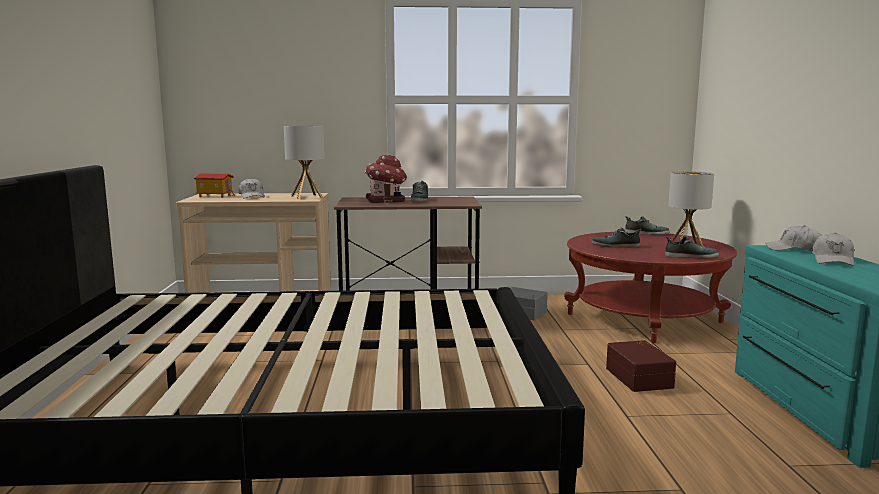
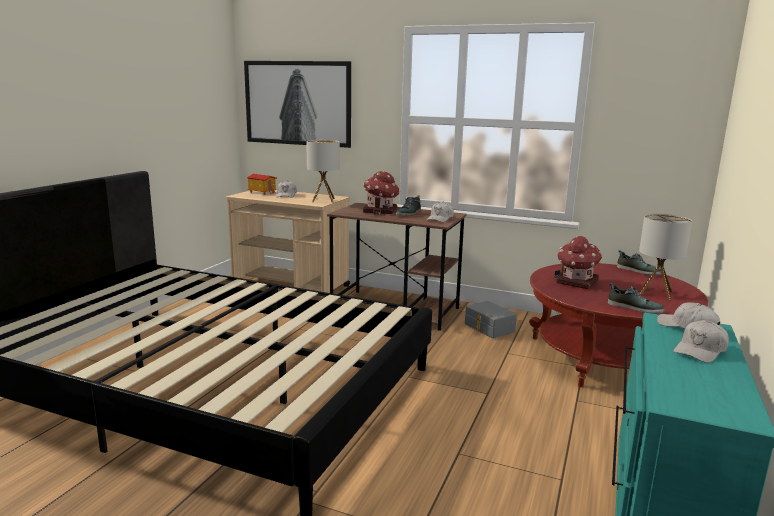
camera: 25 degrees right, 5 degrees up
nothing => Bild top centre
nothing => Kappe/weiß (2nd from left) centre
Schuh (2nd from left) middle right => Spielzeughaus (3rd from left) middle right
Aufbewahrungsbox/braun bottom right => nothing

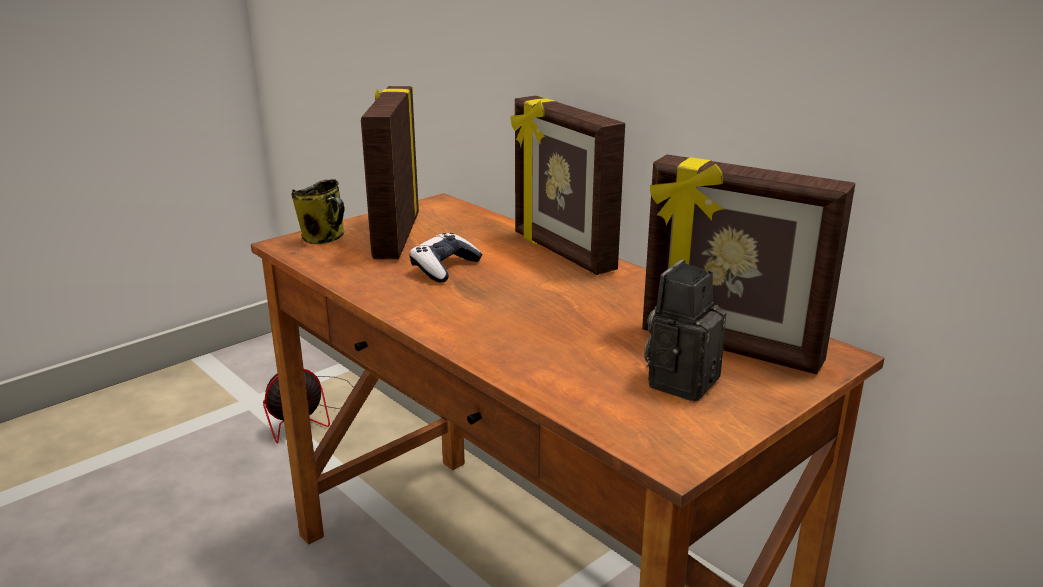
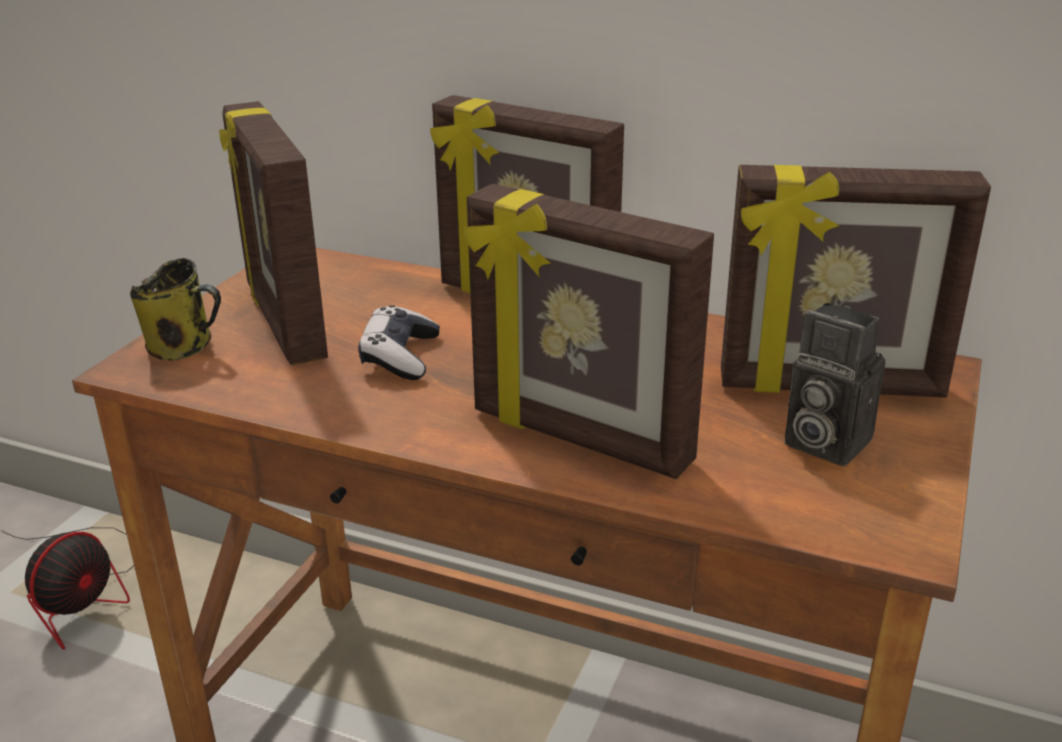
camera: 25 degrees left, 5 degrees up
nothing => Bilderrahmen (3rd from left) centre
Kamera centre => Kamera middle right, 60 degrees counterclockwise

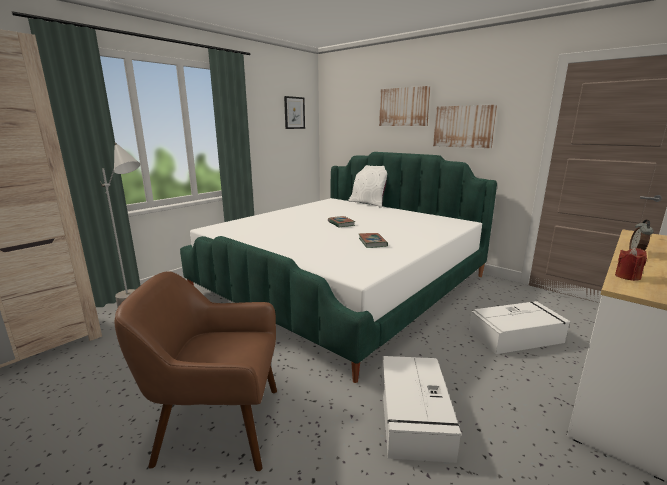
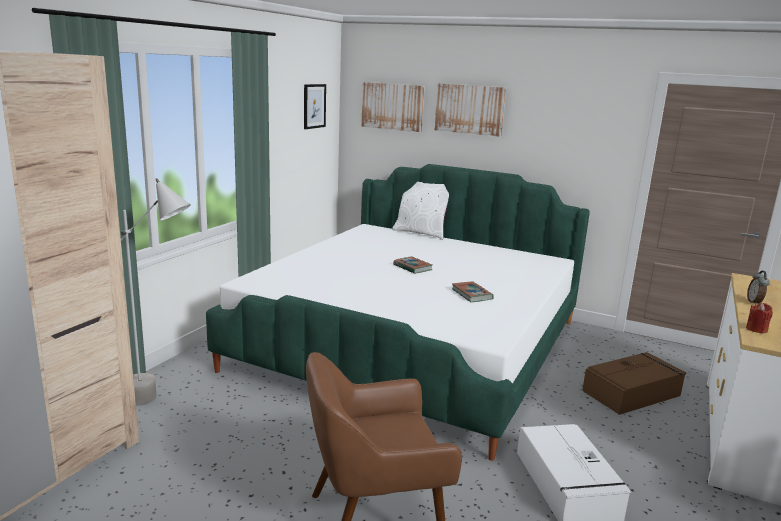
camera: 15 degrees left, 0 degrees up
Bild (3rd from left in the first image) top right => Bild (2nd from left) top centre, moved
Aufbewahrungsbox/weiß (2nd from left) bottom right => Aufbewahrungsbox/braun bottom right

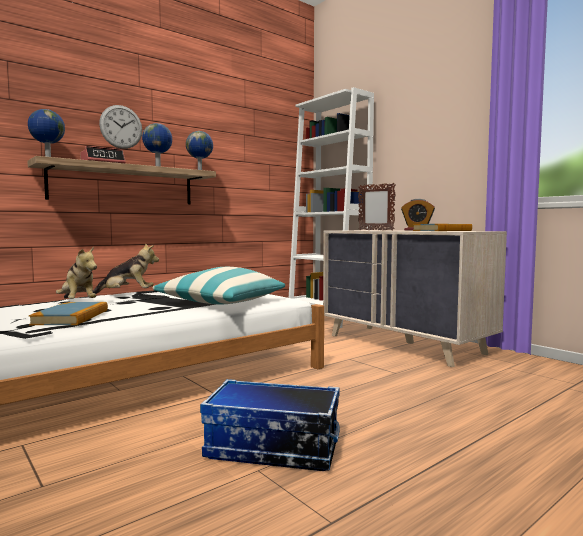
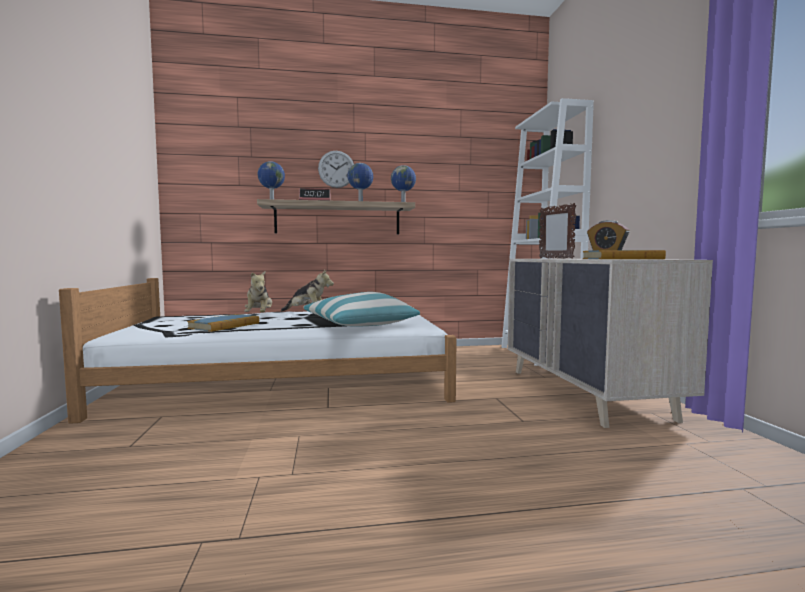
camera: 30 degrees right, 0 degrees up
Aufbewahrungsbox bottom centre => nothing

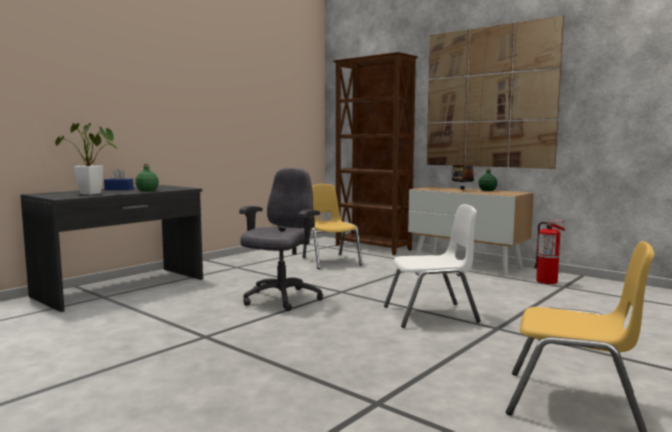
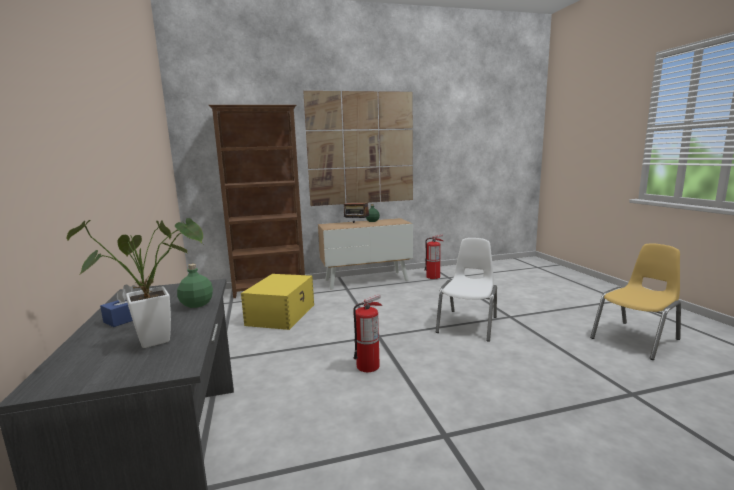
camera: 55 degrees left, 5 degrees up
Stuhl/gelb (1st from left) centre => Aufbewahrungsbox/gelb centre
Bürostuhl/grau centre => Feuerlöscher (1st from left) bottom centre

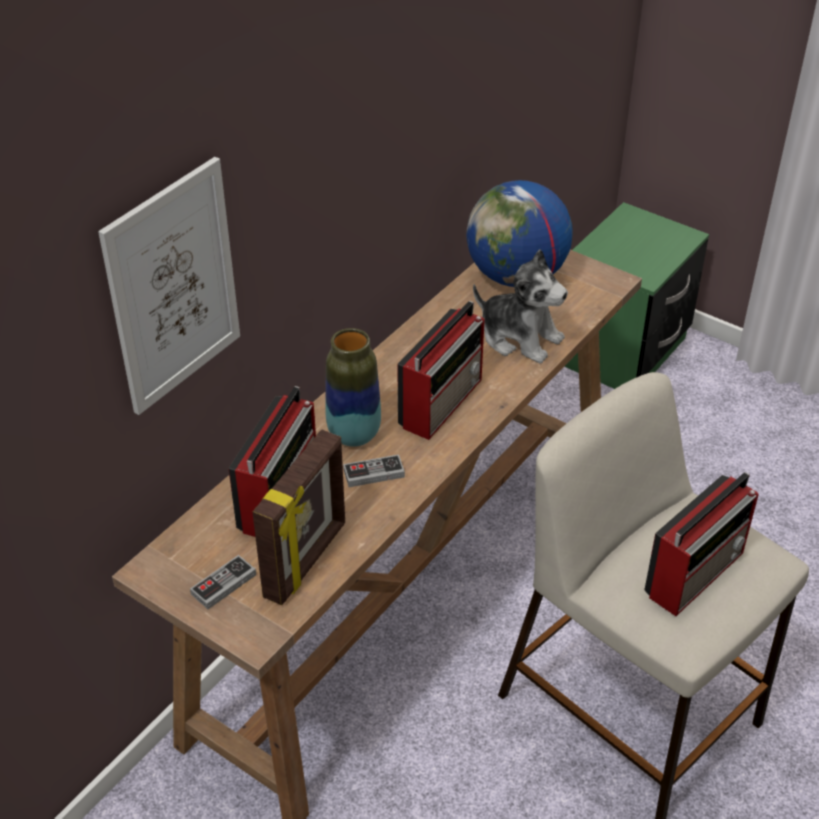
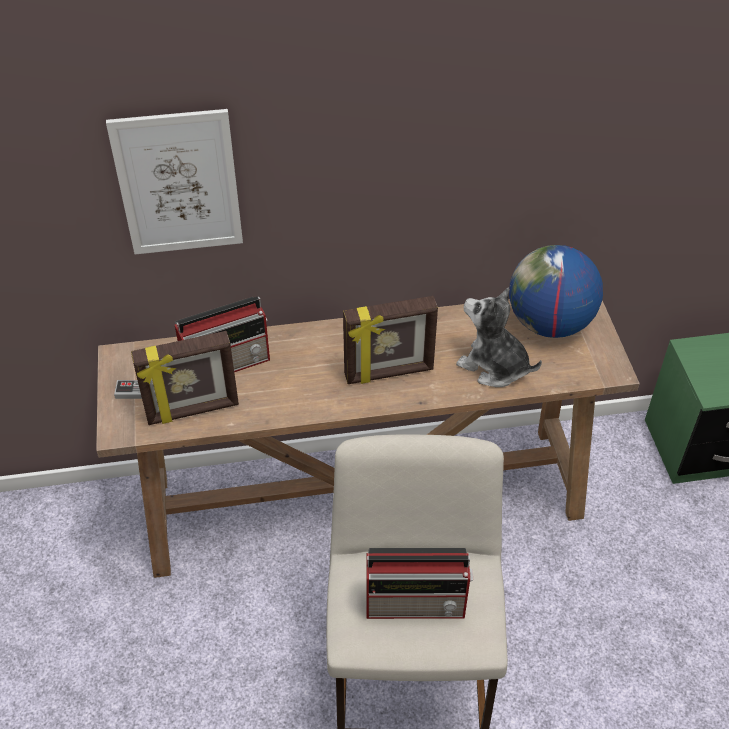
camera: 45 degrees right, 5 degrees up
Radio (2nd from left) centre => Bilderrahmen (2nd from left) centre
Plüschtier centre => Plüschtier middle right, 135 degrees clockwise
Vase centre => nothing
Gamepad (2nd from left) centre => nothing

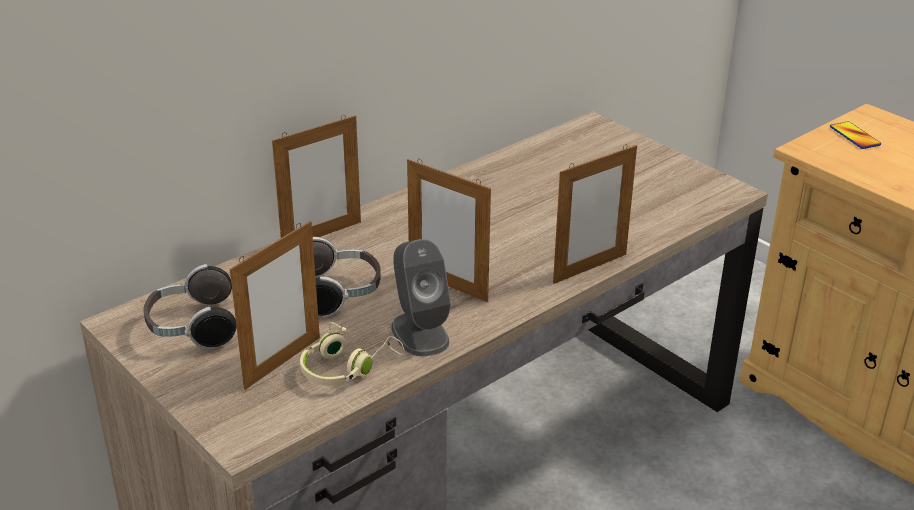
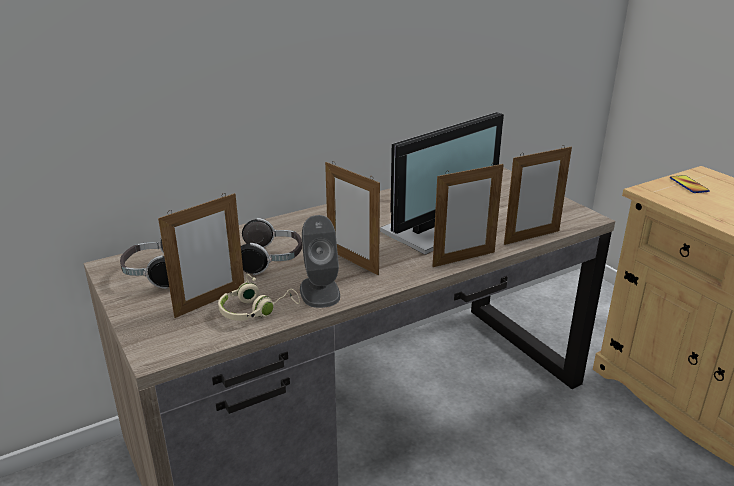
camera: 10 degrees right, 5 degrees down
nothing => Monitor centre
Bilderrahmen (2nd from left in the first image) centre => Bilderrahmen (4th from left) middle right, moved

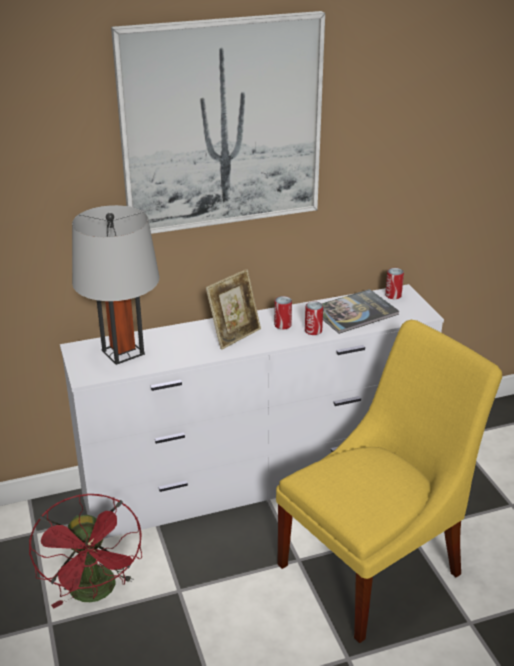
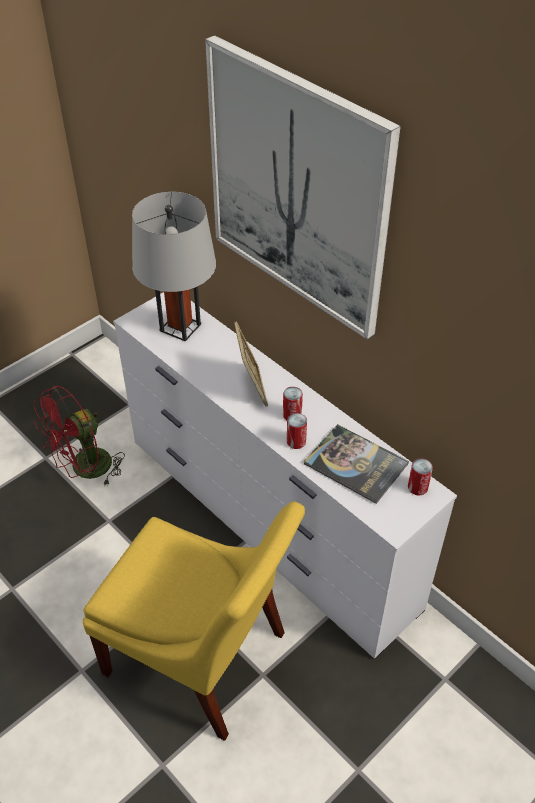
camera: 65 degrees right, 15 degrees up
Bilderrahmen centre, 120 degrees counterclockwise

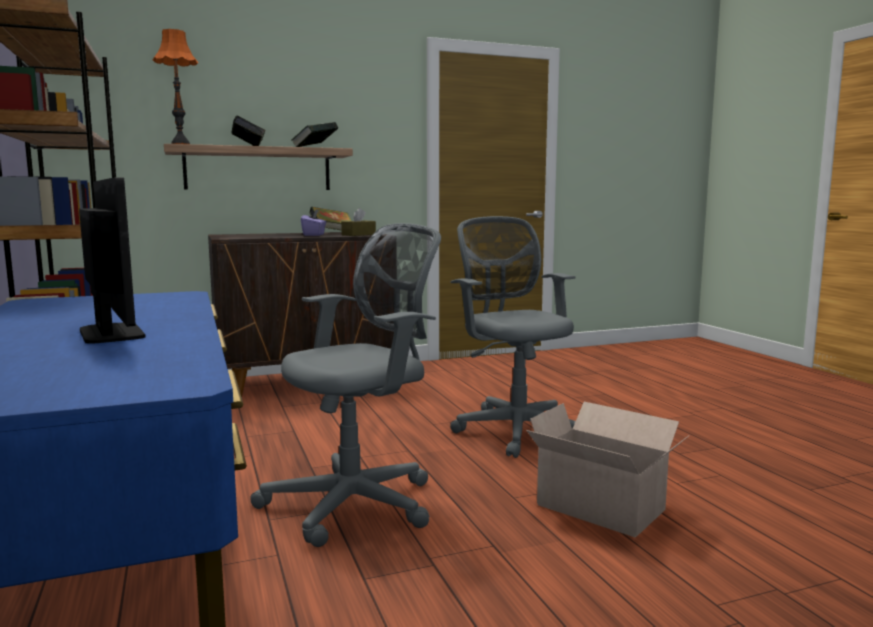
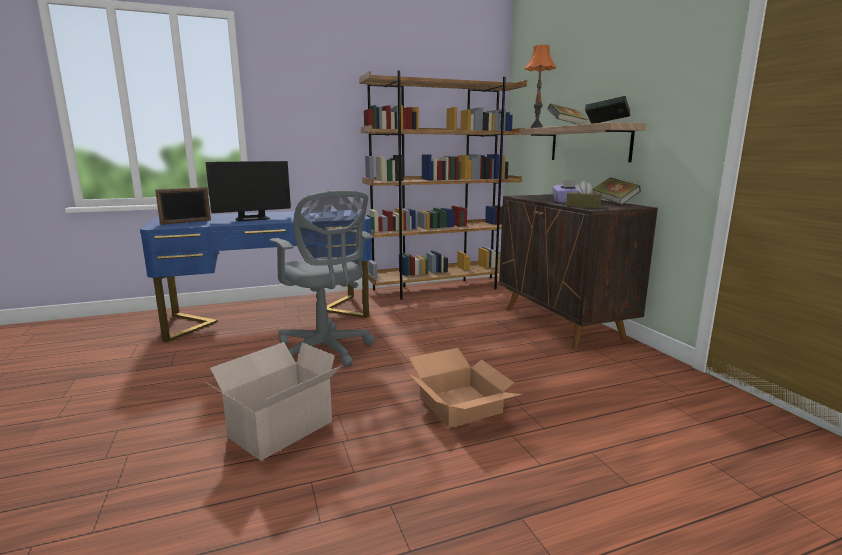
camera: 90 degrees right, 5 degrees up
nothing => Bilderrahmen middle left
Bürostuhl/grau (2nd from left) centre => Karton (2nd from left) bottom centre

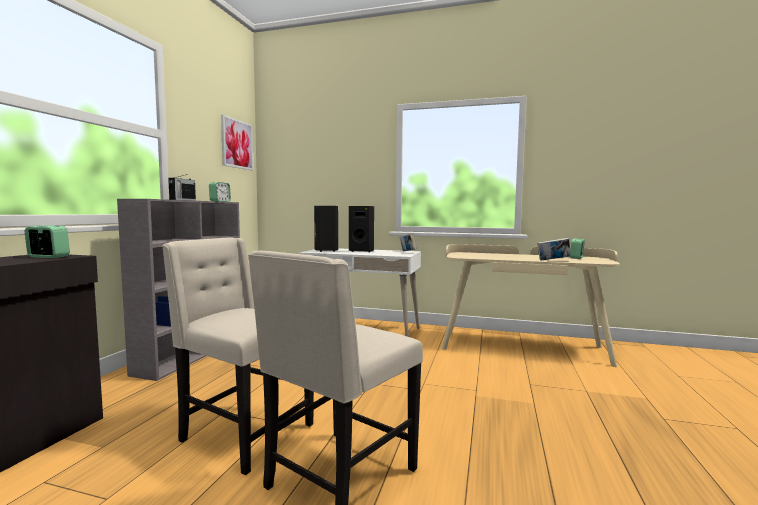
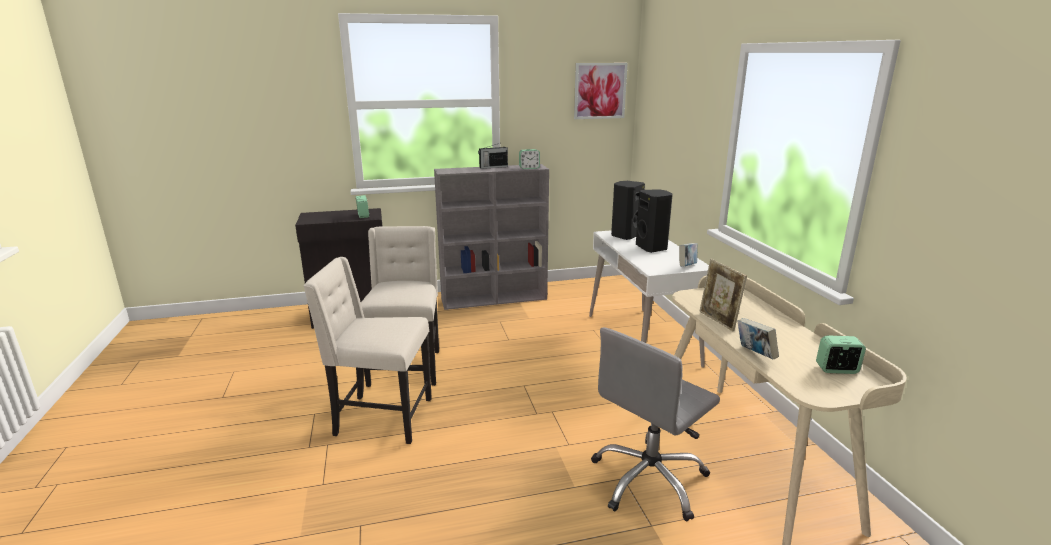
camera: 60 degrees right, 15 degrees up
nothing => Bürostuhl/grau bottom centre
nothing => Bilderrahmen middle right

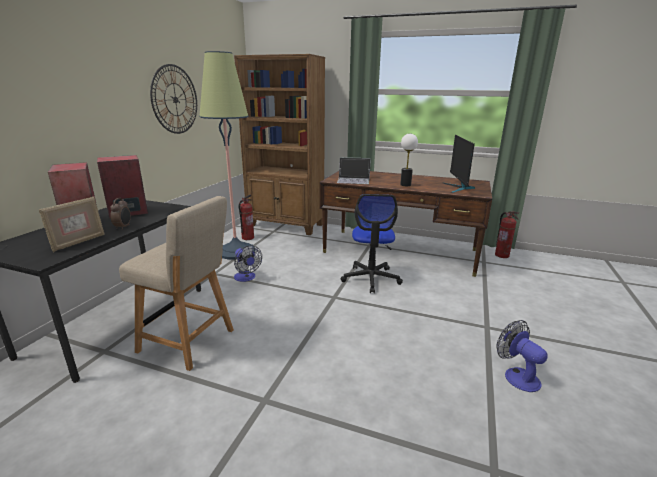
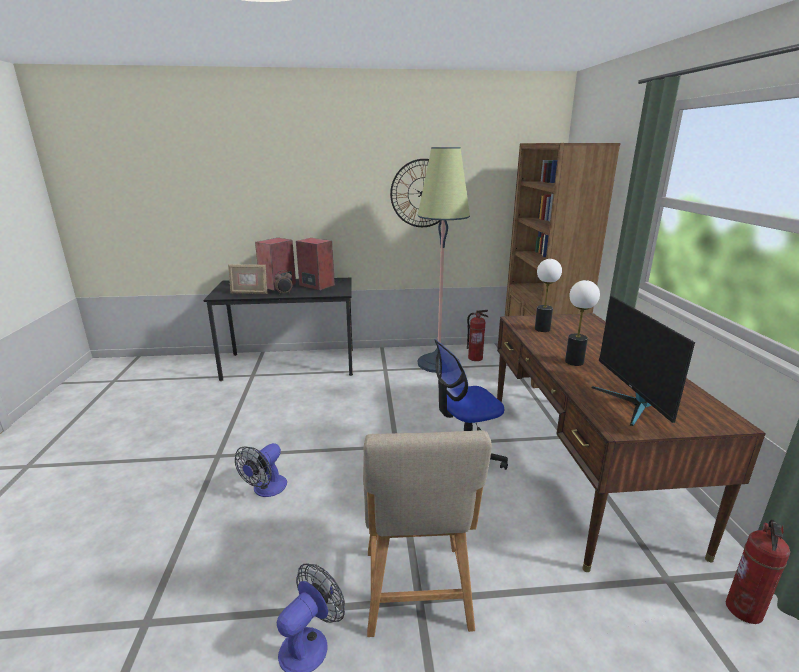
camera: 65 degrees right, 0 degrees up
Ventilator (1st from left) centre => Ventilator (1st from left) bottom left, moved
Stuhl/beige middle left => Stuhl/beige bottom centre, moved
Laptop centre => Tischlampe (1st from left) middle right
Monitor middle right, 75 degrees counterclockwise

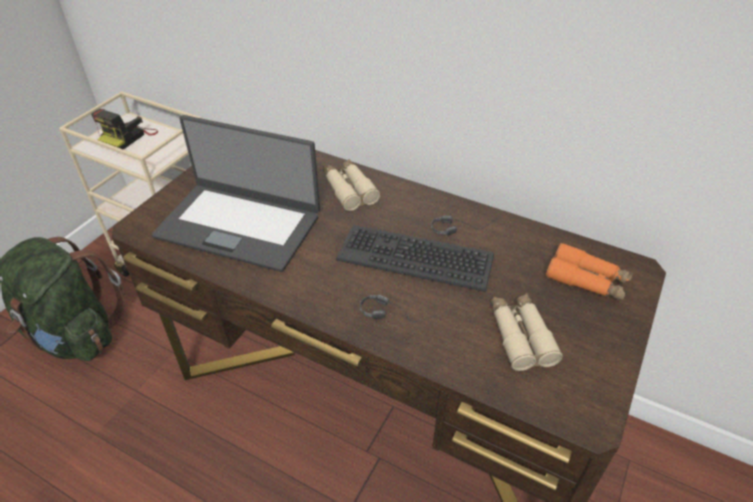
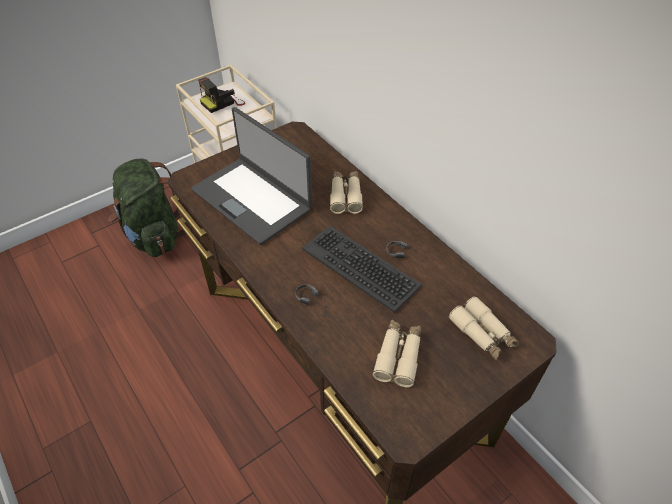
camera: 25 degrees right, 5 degrees up
Fernglas/orange middle right => Fernglas/beige (3rd from left) middle right

